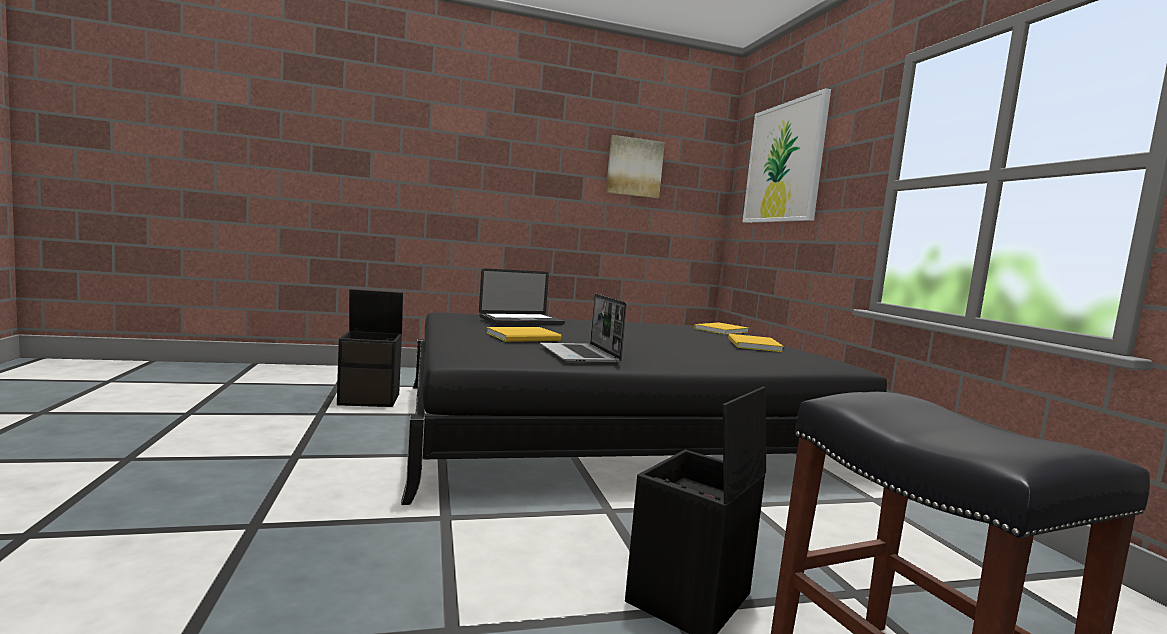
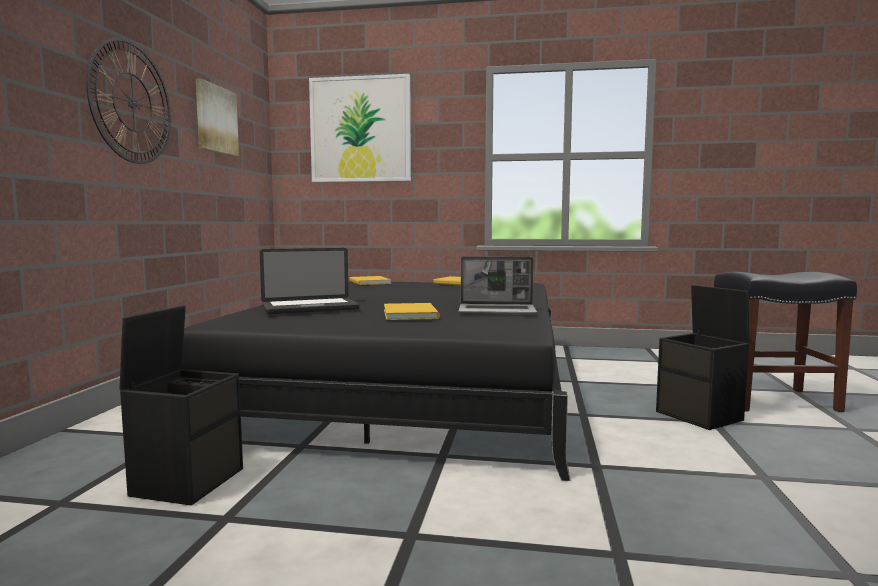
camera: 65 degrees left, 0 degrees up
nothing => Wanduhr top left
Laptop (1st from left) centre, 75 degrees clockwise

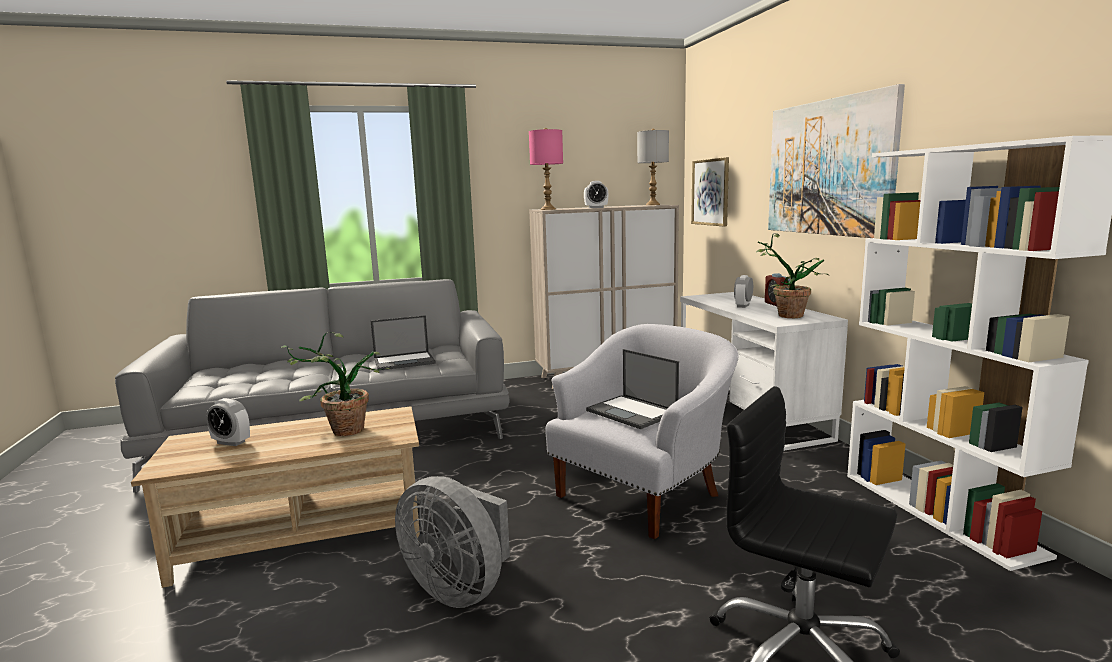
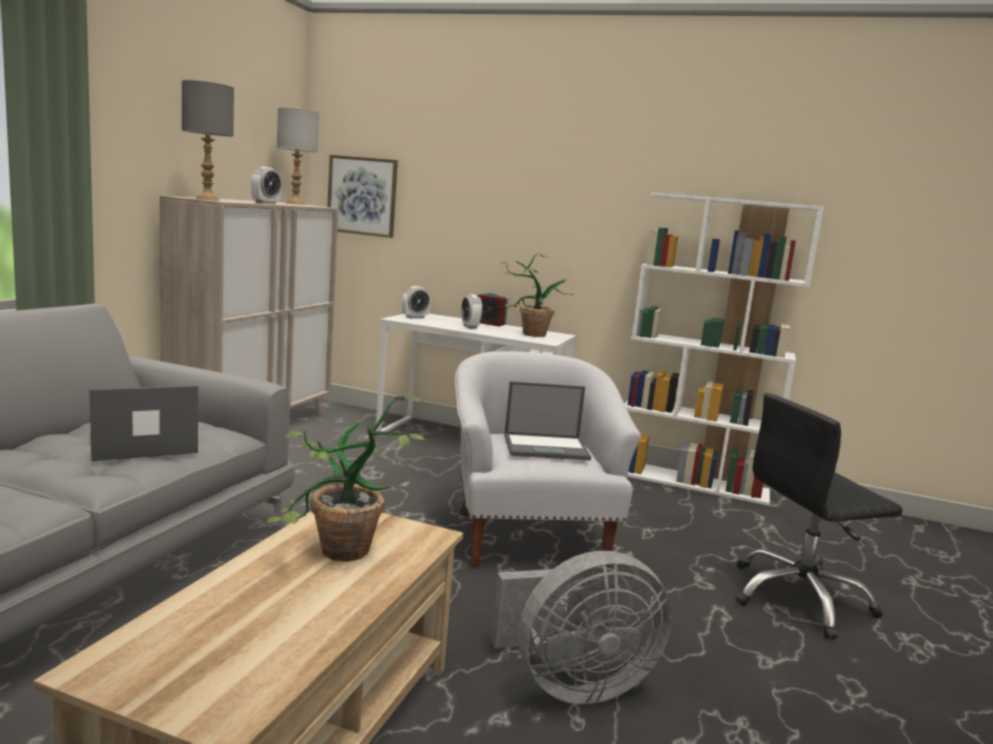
camera: 55 degrees left, 0 degrees up
Laptop (1st from left) centre => Laptop (1st from left) middle left, 135 degrees counterclockwise
Tischlampe/rosa top centre => Tischlampe/grau (1st from left) top left
Wecker (1st from left in the first image) middle left => Wecker (2nd from left) centre, moved
Bild (2nd from left) top right => nothing

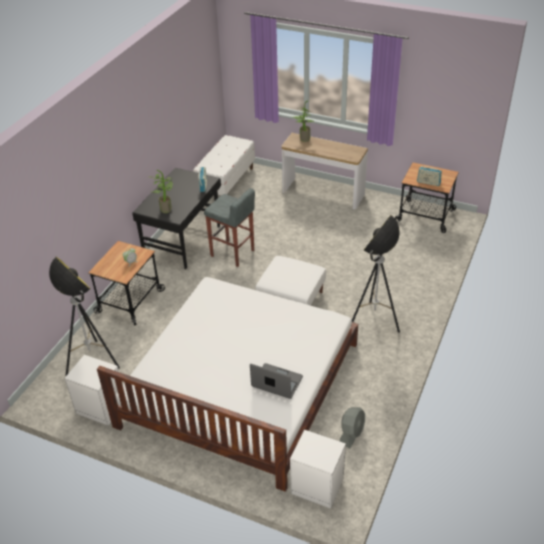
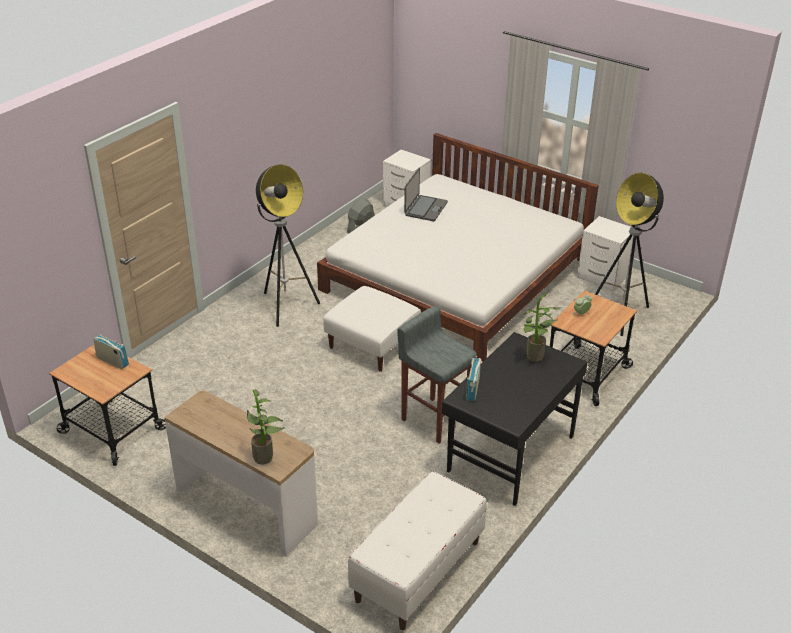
camera: 170 degrees left, 5 degrees down
Laptop bottom centre => Laptop top centre, 105 degrees counterclockwise

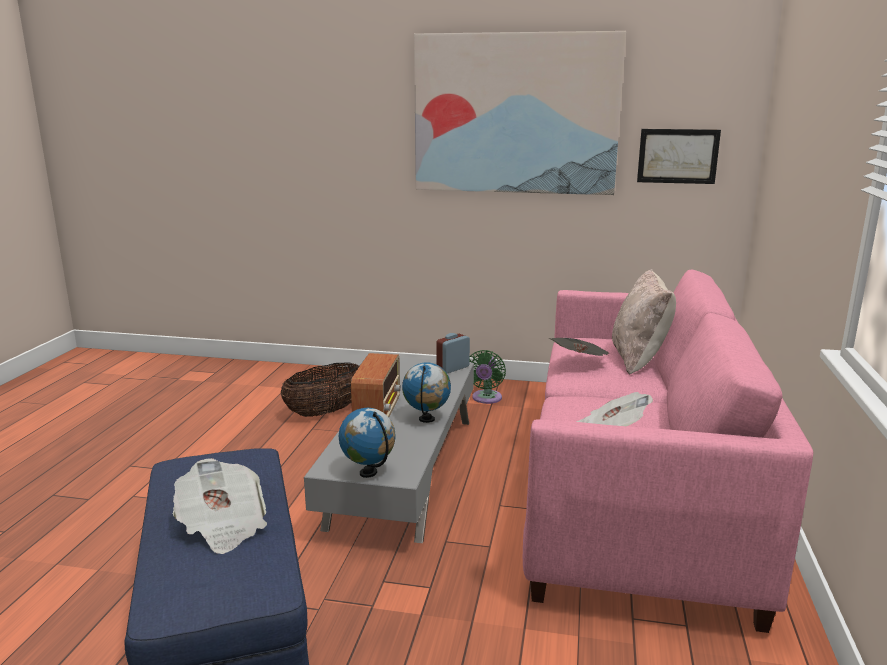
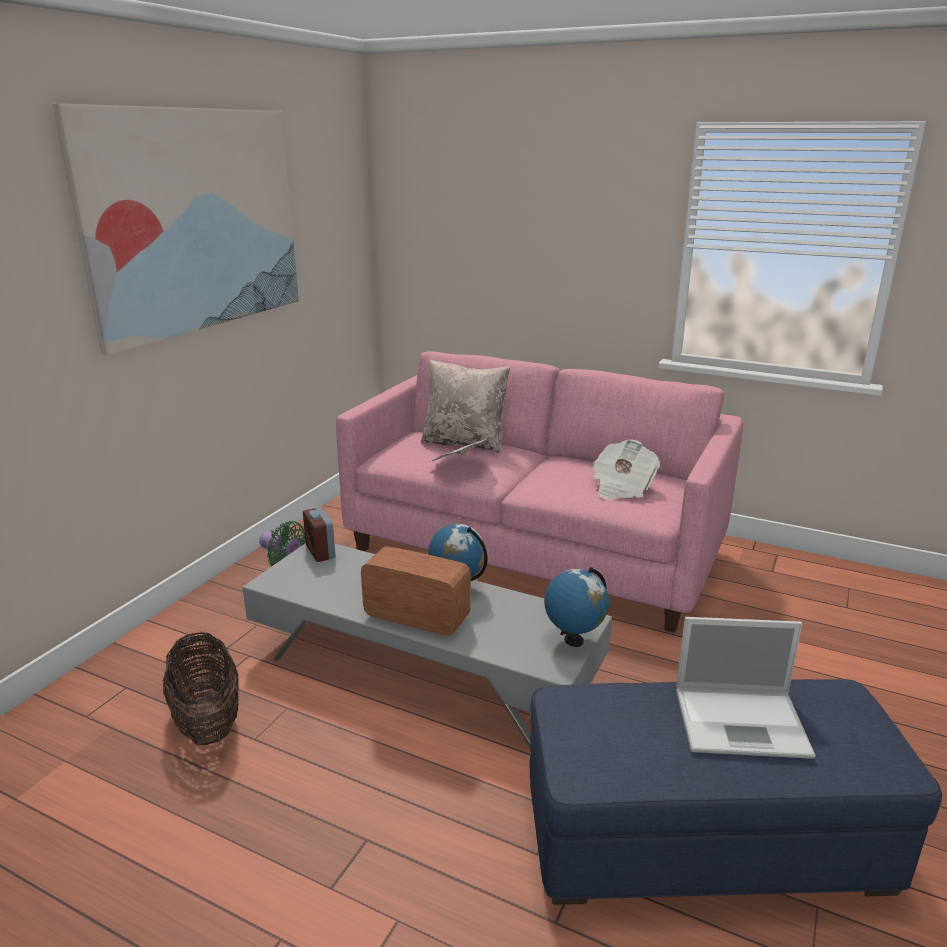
camera: 75 degrees left, 5 degrees up
Zeitung (1st from left) bottom left => Laptop bottom right
Bild (2nd from left) top right => nothing

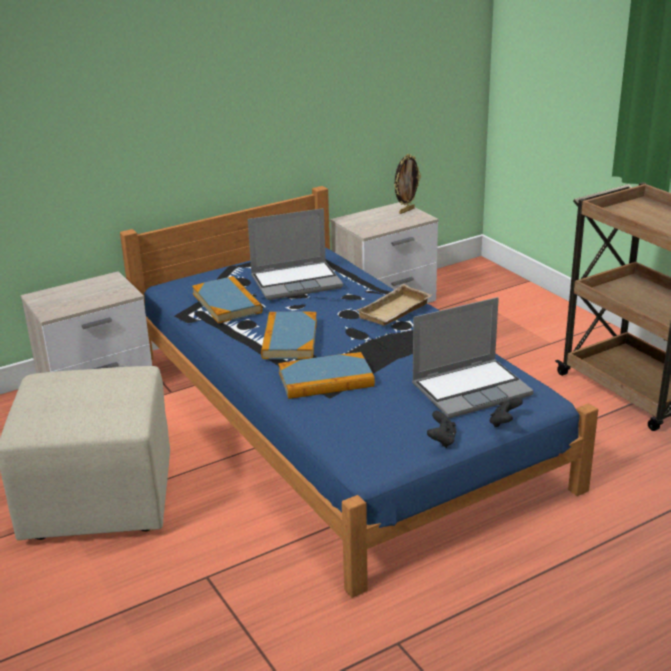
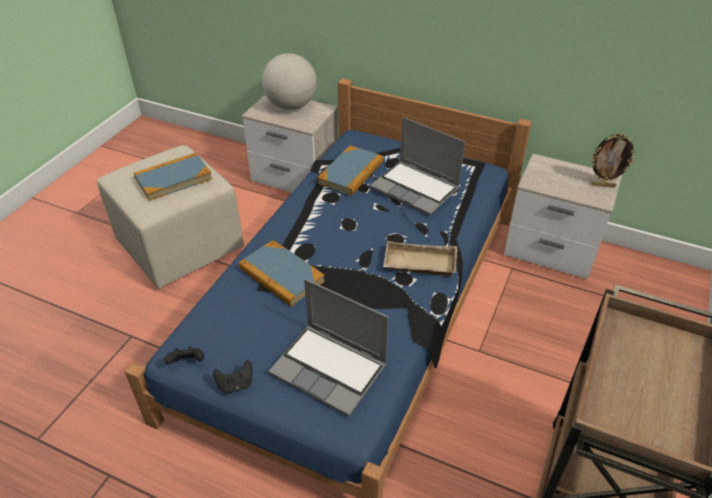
camera: 55 degrees right, 15 degrees up
Buch (2nd from left in the first image) centre => Buch (1st from left) middle left, moved
Gamepad/schwarz (2nd from left in the first image) middle right => Gamepad/schwarz (1st from left) bottom left, moved
nothing => Globus top centre

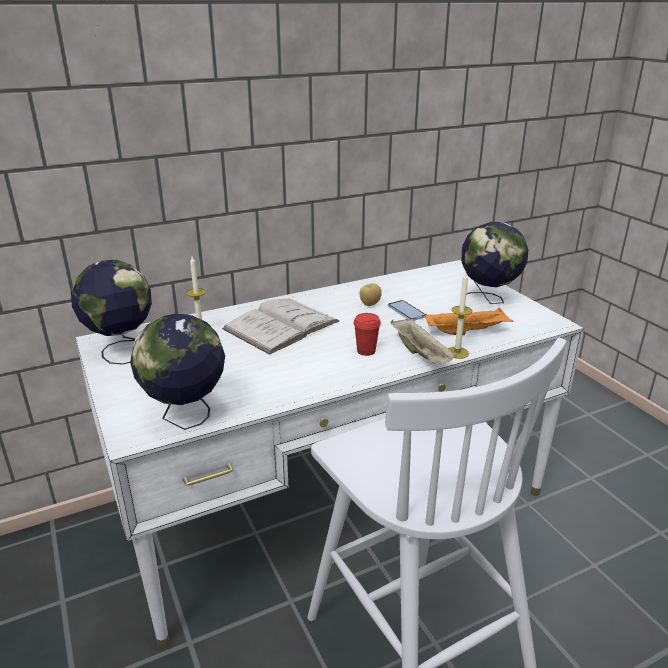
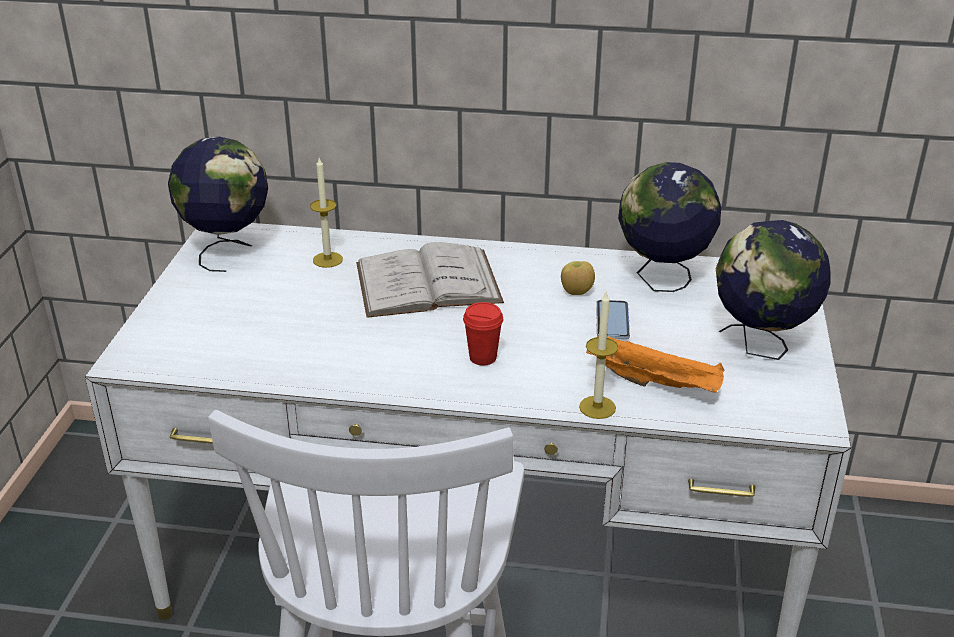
camera: 35 degrees right, 5 degrees up
Globus (2nd from left) middle left => Globus (2nd from left) middle right, moved
Tablett/beige centre => nothing

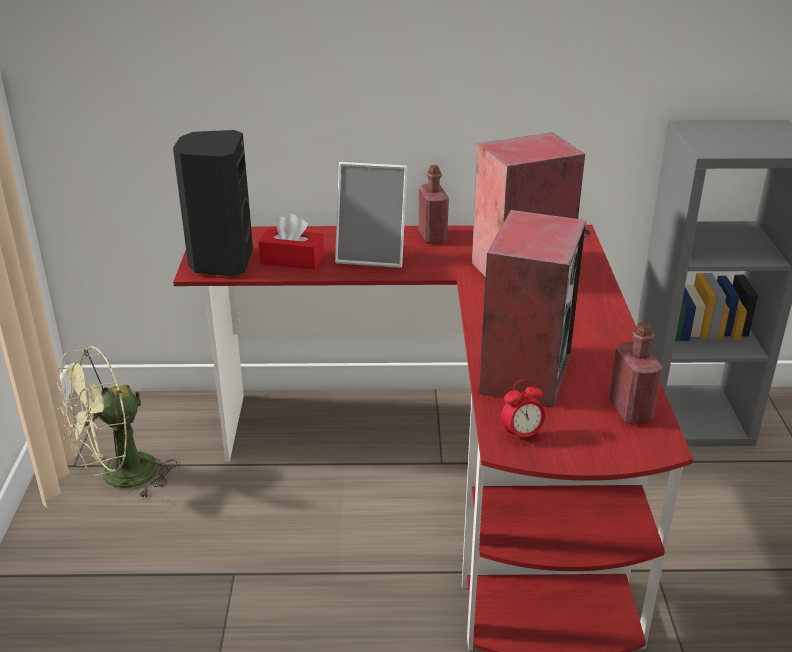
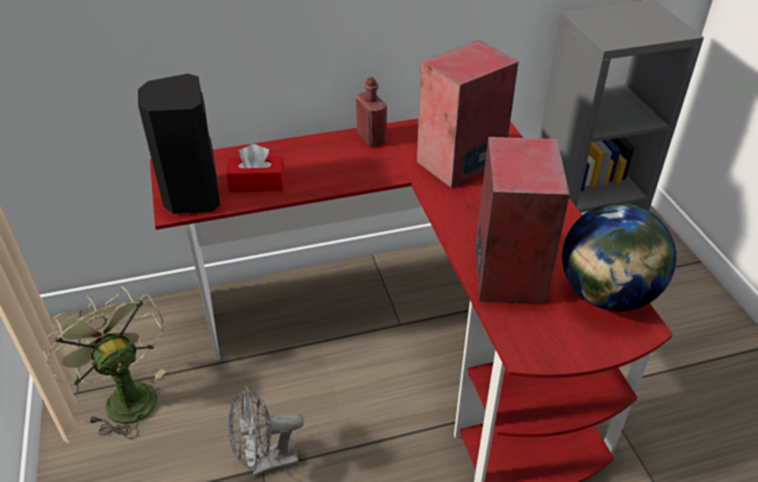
camera: 15 degrees left, 10 degrees up
Ventilator/grün middle left => Ventilator/grün bottom left, 105 degrees clockwise
nothing => Ventilator/grau bottom centre
Flasche/rot (2nd from left) middle right => Globus middle right
Bilderrahmen top centre => nothing
Wecker centre => nothing

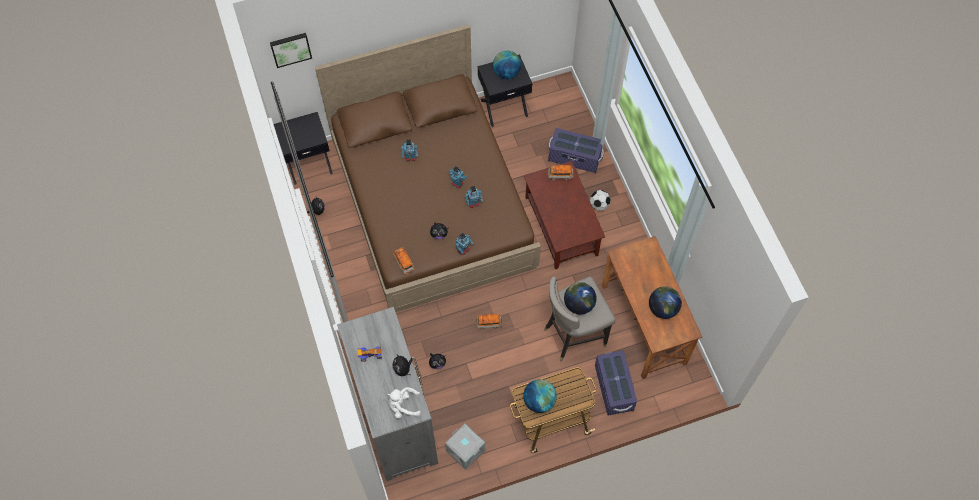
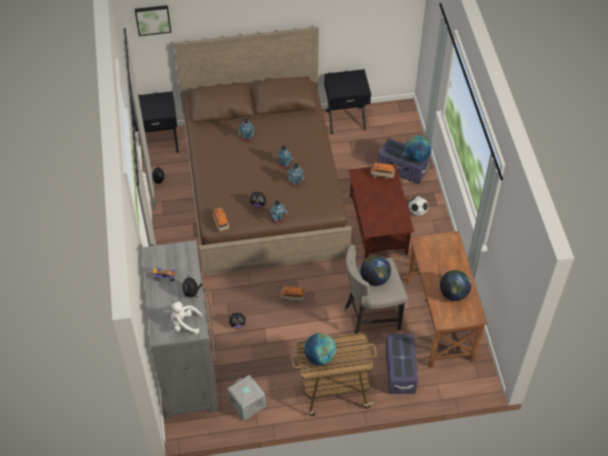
camera: 10 degrees right, 10 degrees down
Globus (1st from left in the first image) top centre => Globus (3rd from left) top right, moved

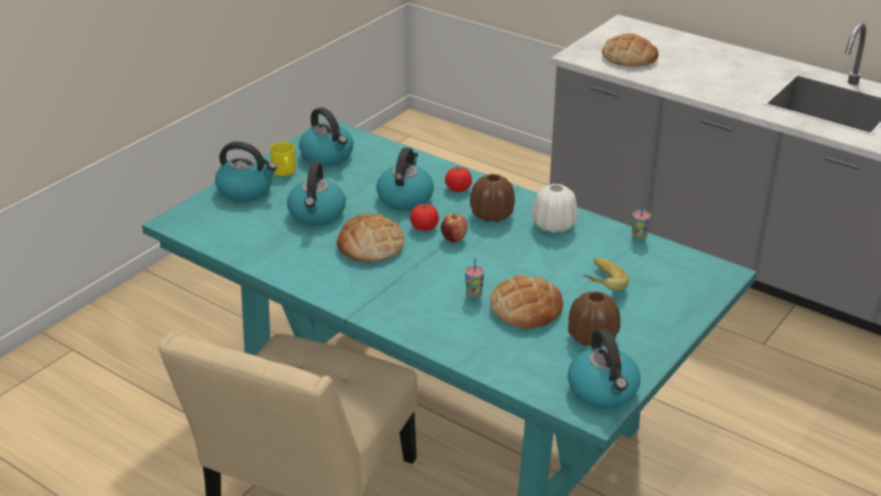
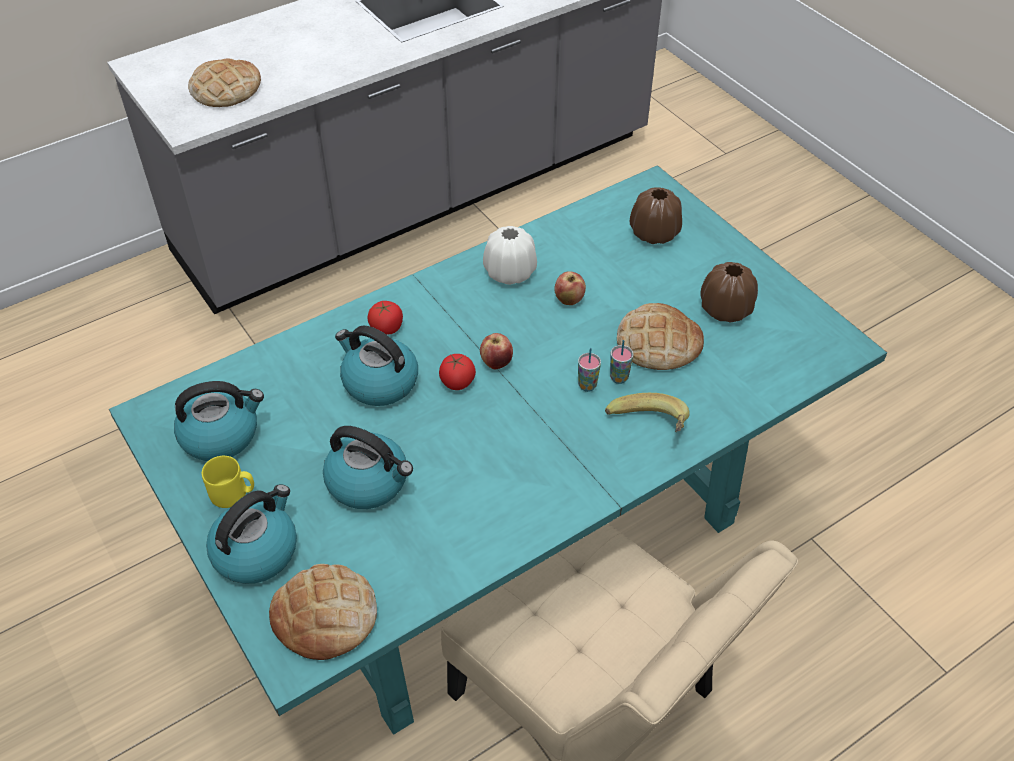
camera: 70 degrees left, 15 degrees up
Brot (1st from left in the first image) centre => Brot (2nd from left) bottom left, moved
nothing => Apfel (2nd from left) centre
Tasse (2nd from left in the first image) middle right => Tasse (1st from left) centre, moved
Banane middle right => Banane centre, moved
Vase/braun (1st from left) centre => Vase/braun (1st from left) top centre, moved
Wasserkessel (5th from left) bottom right => nothing

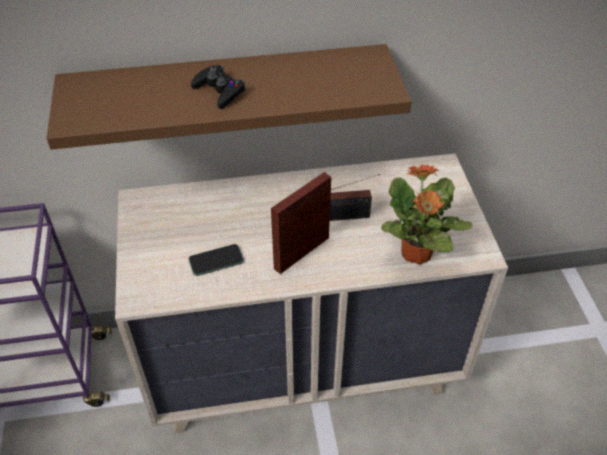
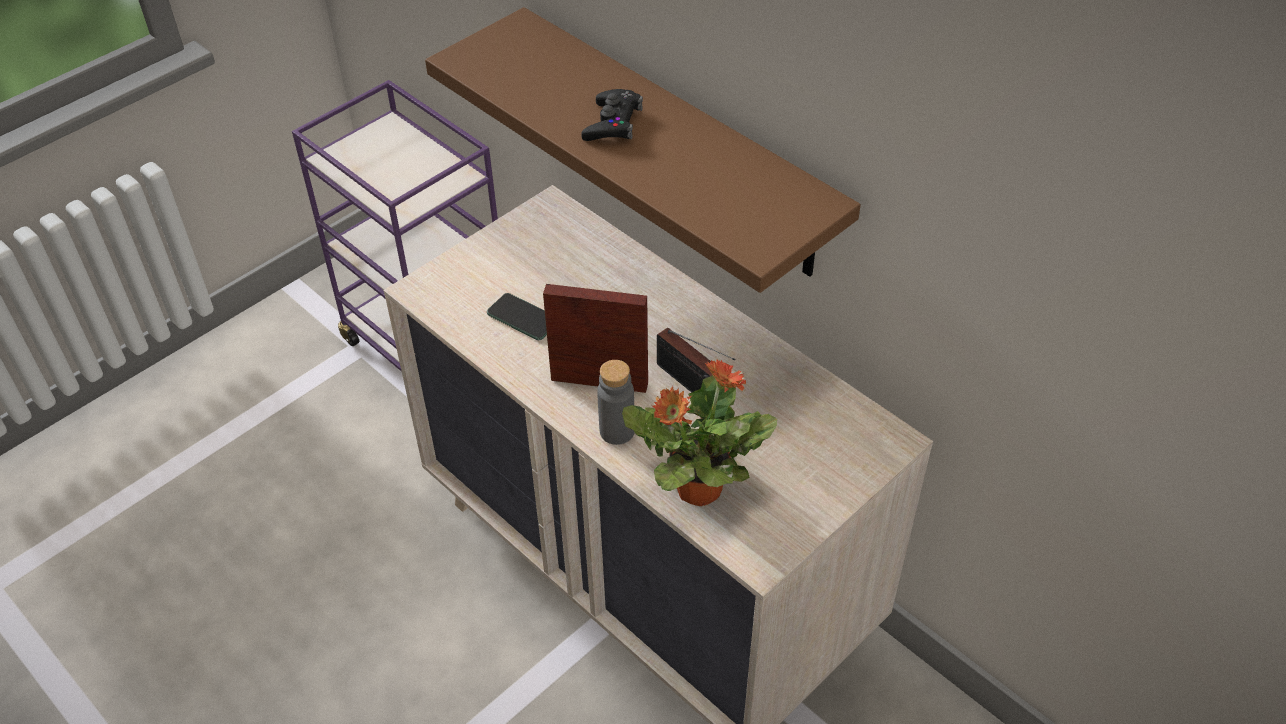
camera: 55 degrees right, 0 degrees up
nothing => Flasche/grau centre

